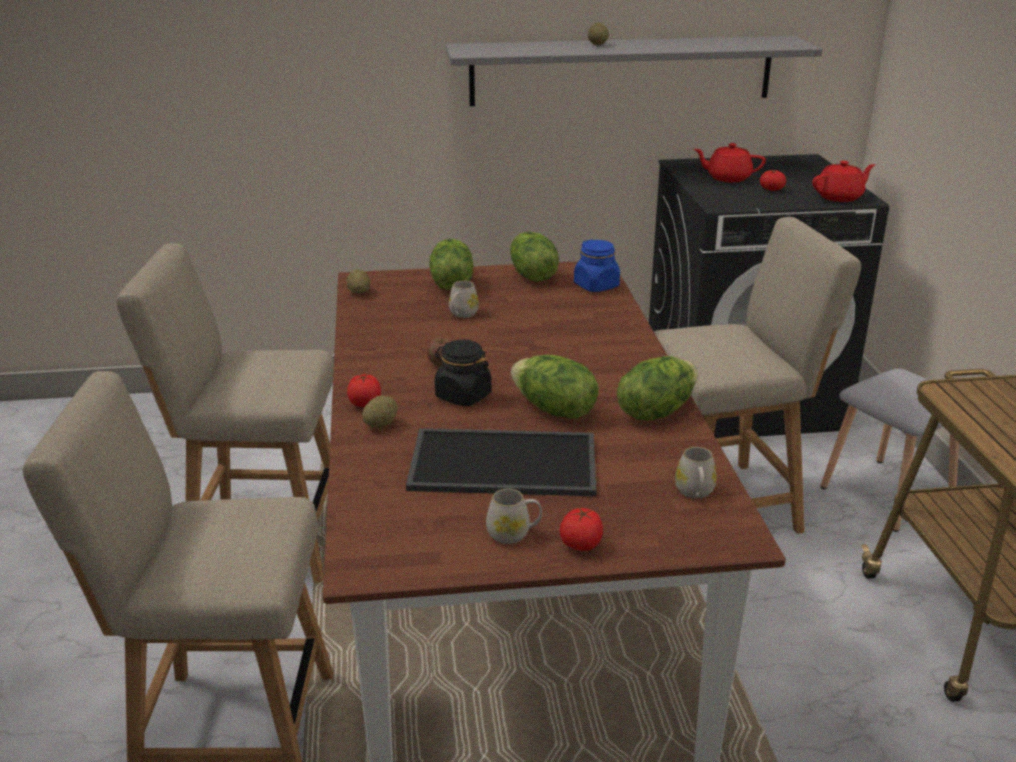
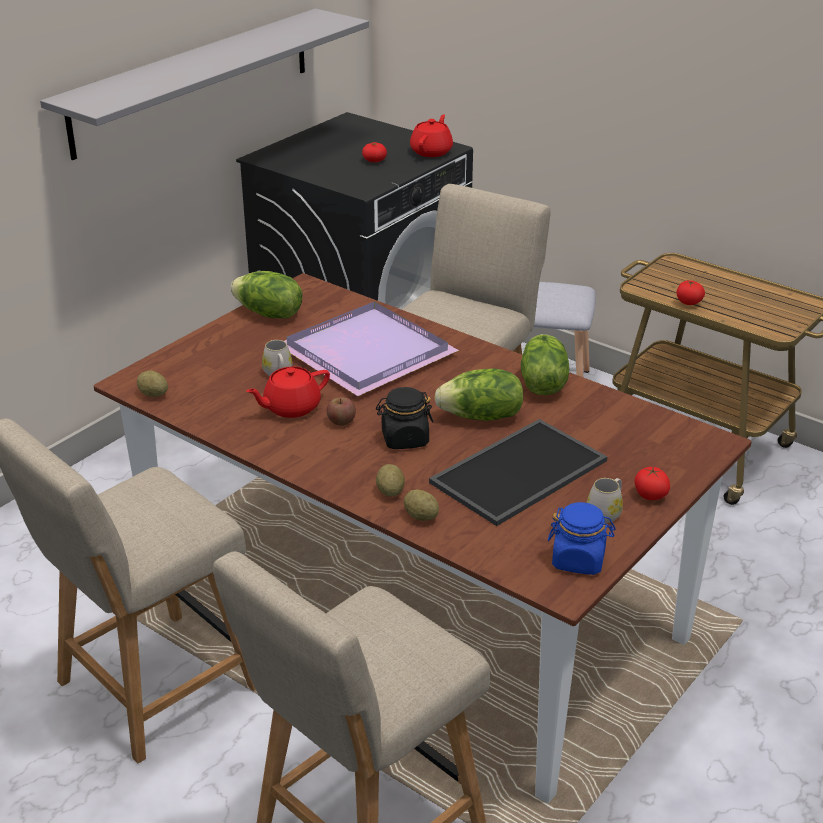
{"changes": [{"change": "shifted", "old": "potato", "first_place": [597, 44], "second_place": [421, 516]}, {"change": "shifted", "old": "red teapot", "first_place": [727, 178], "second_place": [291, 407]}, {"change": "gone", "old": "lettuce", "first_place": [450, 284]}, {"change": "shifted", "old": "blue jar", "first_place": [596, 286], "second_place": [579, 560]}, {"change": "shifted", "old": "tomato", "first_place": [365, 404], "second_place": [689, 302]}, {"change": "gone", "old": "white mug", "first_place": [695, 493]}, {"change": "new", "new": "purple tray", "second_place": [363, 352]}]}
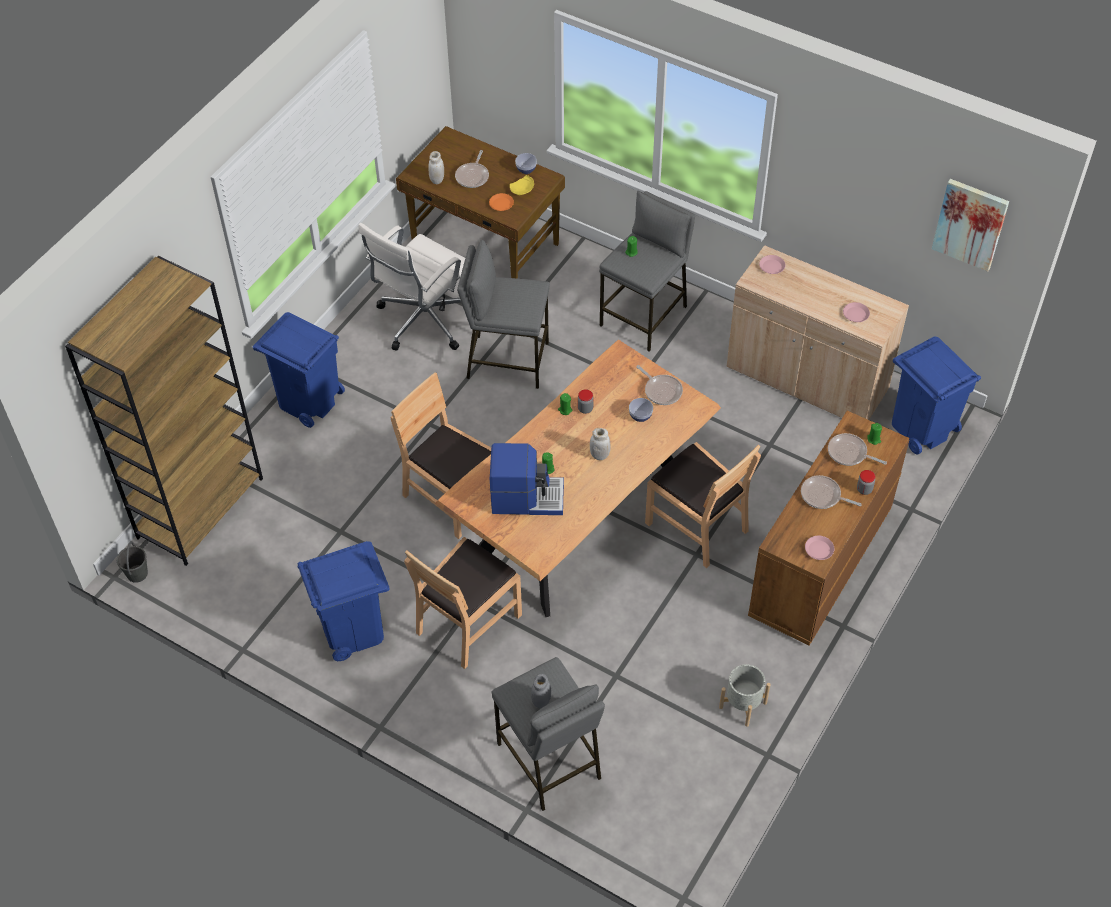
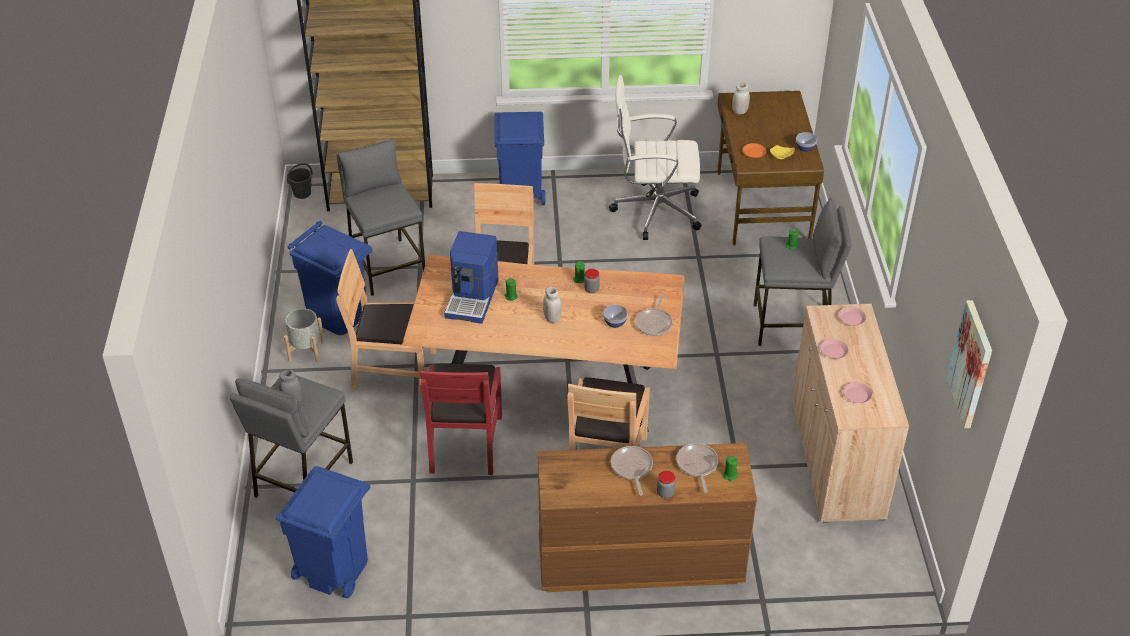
{"changes": [{"change": "gone", "old": "frying pan", "first_place": [473, 176]}, {"change": "shifted", "old": "grey stool", "first_place": [507, 360], "second_place": [387, 266]}, {"change": "shifted", "old": "blue trash can", "first_place": [921, 428], "second_place": [333, 569]}, {"change": "rotated", "old": "coffee machine", "first_place": [527, 497], "second_place": [473, 298], "degrees": 45}, {"change": "shifted", "old": "pink plate", "first_place": [819, 549], "second_place": [833, 351]}, {"change": "shifted", "old": "grey planter", "first_place": [743, 705], "second_place": [306, 351]}, {"change": "new", "new": "red chair", "second_place": [464, 443]}]}
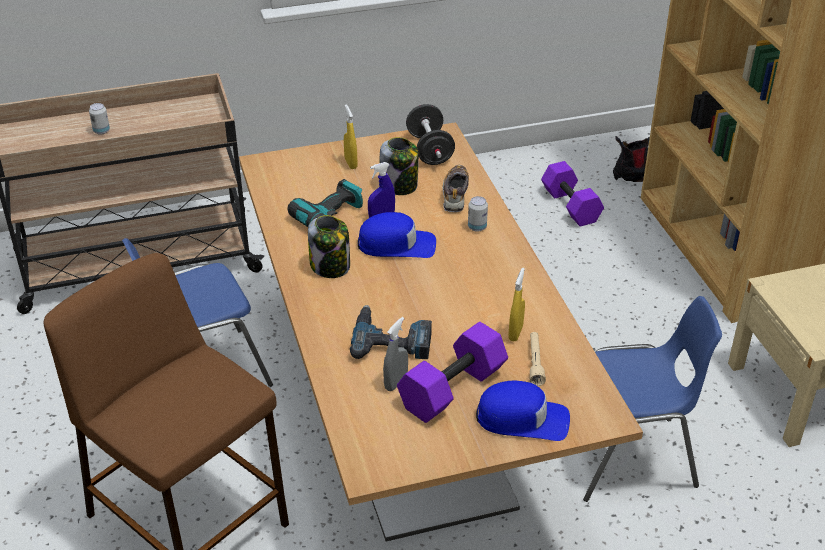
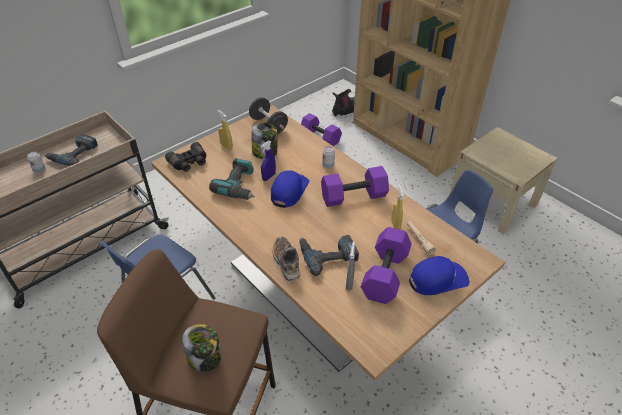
{"changes": [{"change": "shifted", "old": "shoe", "first_place": [455, 195], "second_place": [286, 262]}, {"change": "rotated", "old": "blue cap", "first_place": [397, 244], "second_place": [289, 190], "degrees": -45}, {"change": "shifted", "old": "jar", "first_place": [330, 266], "second_place": [205, 358]}, {"change": "new", "new": "power drill", "second_place": [73, 154]}, {"change": "new", "new": "black binoculars", "second_place": [189, 163]}, {"change": "new", "new": "purple dumbbell", "second_place": [353, 197]}]}
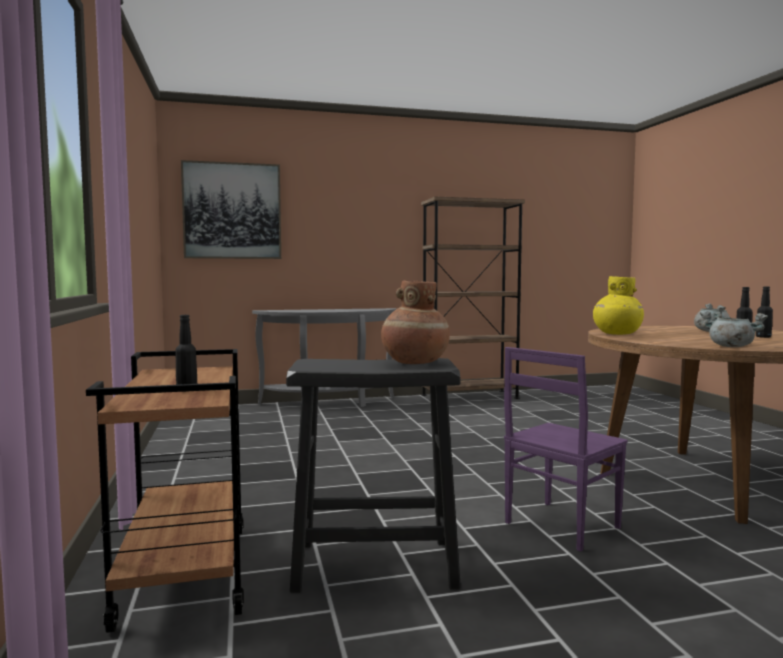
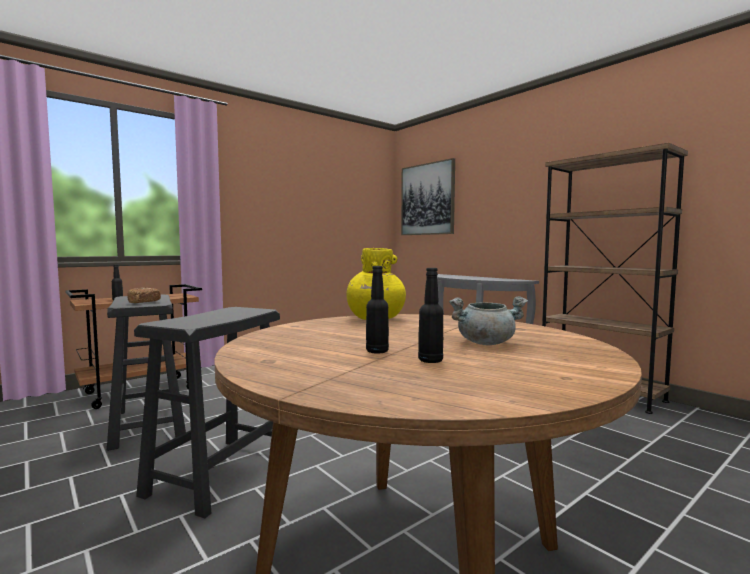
{"changes": [{"change": "swapped", "old": "brown vase", "new": "bread", "first_place": [414, 362], "second_place": [144, 302]}, {"change": "gone", "old": "grey cooking pot", "first_place": [730, 346]}, {"change": "swapped", "old": "purple chair", "new": "black stool", "first_place": [559, 525], "second_place": [220, 473]}]}
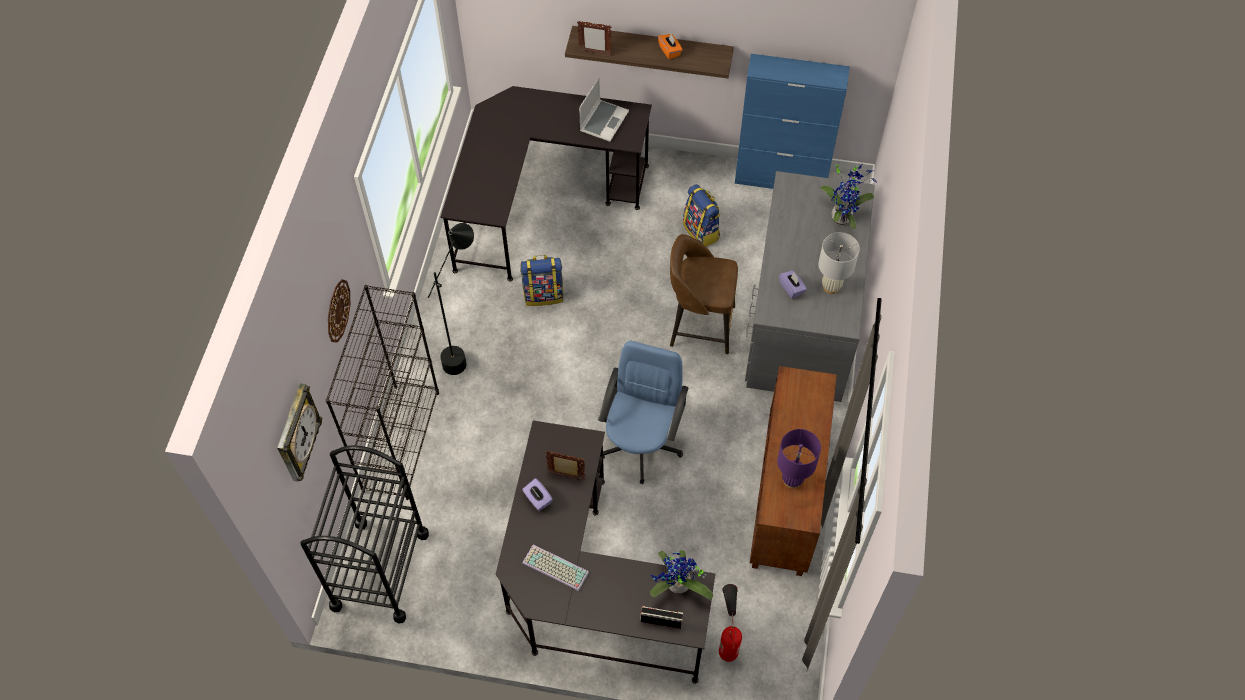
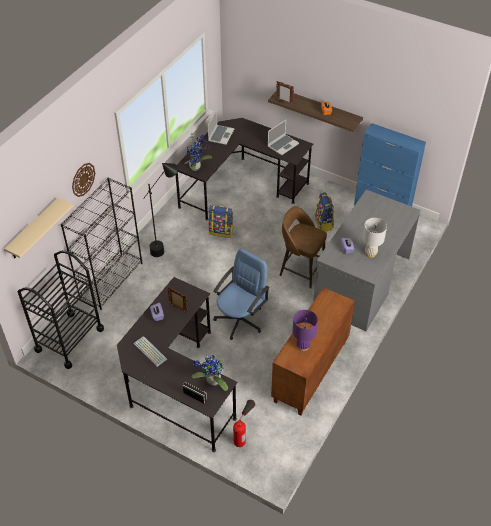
{"changes": [{"change": "shifted", "old": "potted plant", "first_place": [843, 217], "second_place": [196, 167]}, {"change": "swapped", "old": "wall clock", "new": "beige shelf", "first_place": [296, 434], "second_place": [33, 229]}, {"change": "new", "new": "laptop", "second_place": [220, 135]}]}
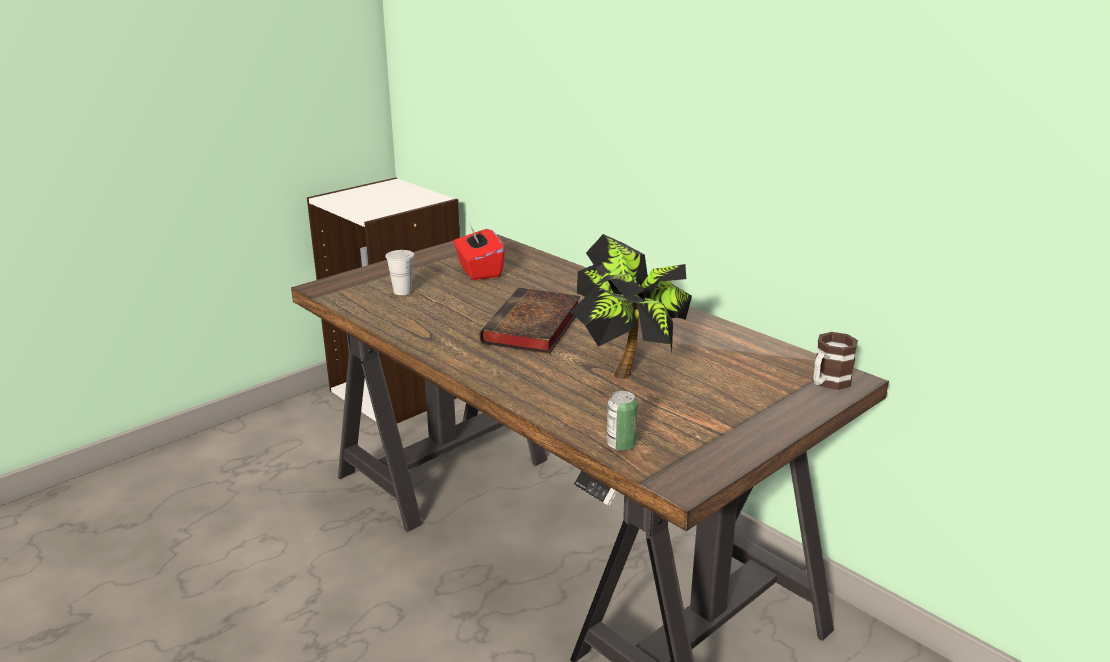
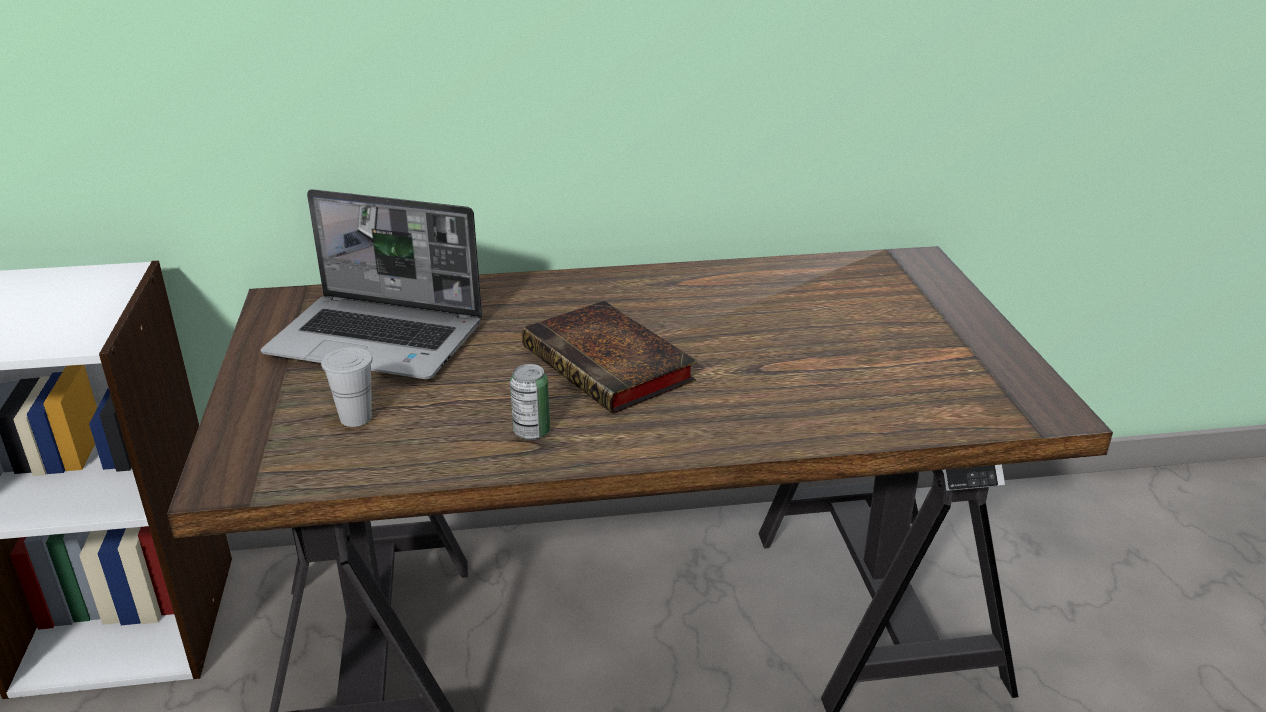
{"changes": [{"change": "swapped", "old": "red tissue box", "new": "laptop", "first_place": [479, 271], "second_place": [379, 340]}, {"change": "gone", "old": "potted plant", "first_place": [630, 367]}, {"change": "gone", "old": "mug", "first_place": [827, 383]}, {"change": "shifted", "old": "can", "first_place": [621, 445], "second_place": [531, 432]}]}
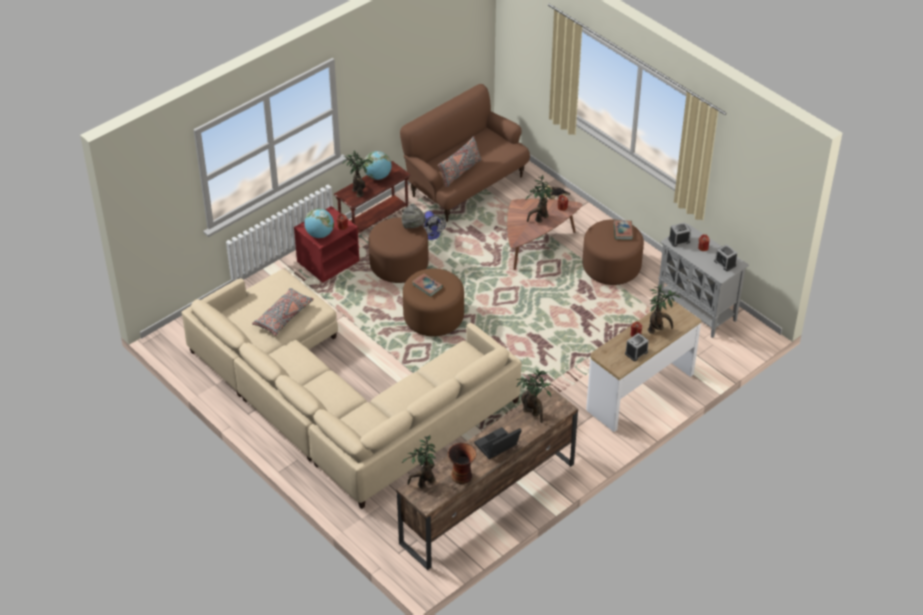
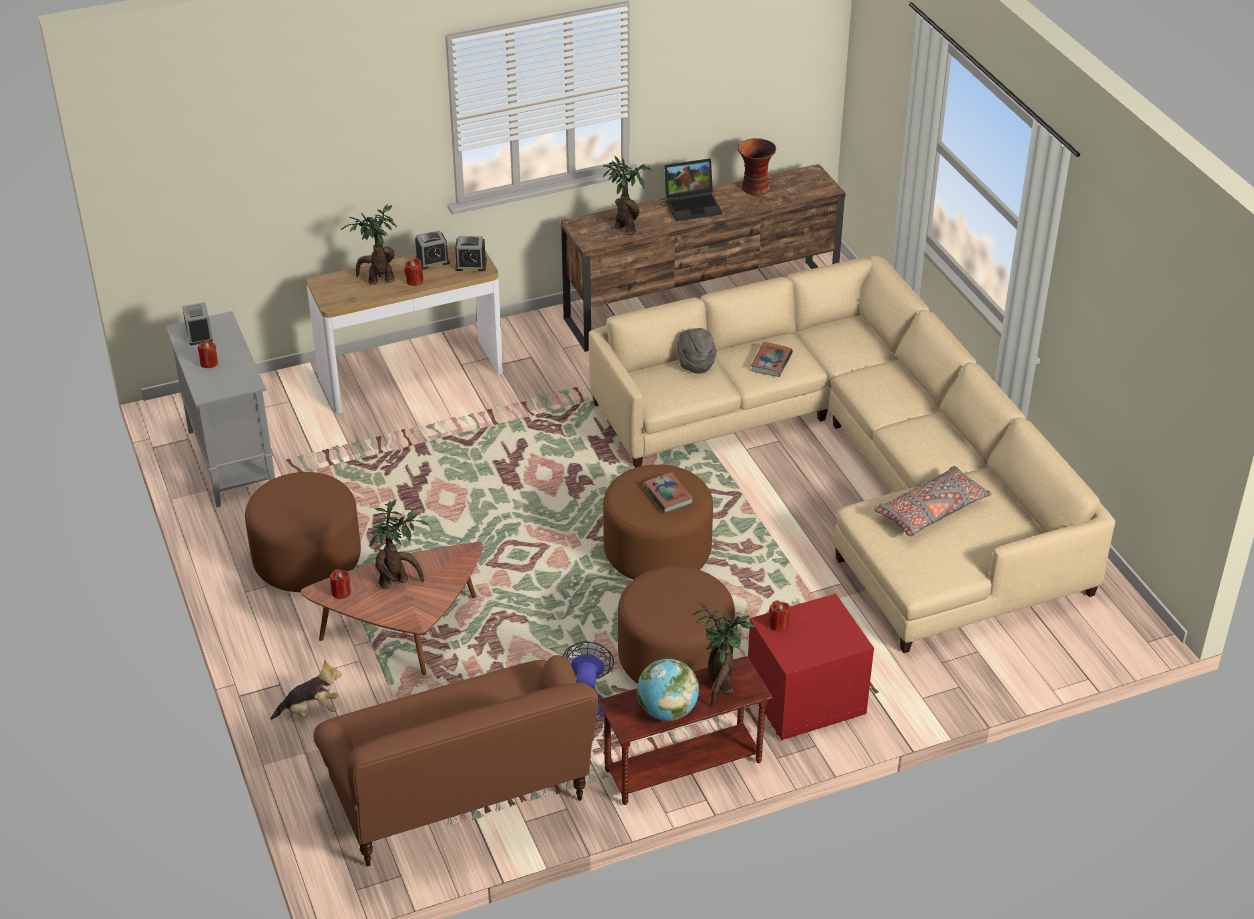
{"changes": [{"change": "gone", "old": "grey pillow", "first_place": [460, 172]}, {"change": "shifted", "old": "grey hat", "first_place": [413, 226], "second_place": [695, 364]}, {"change": "gone", "old": "globe", "first_place": [320, 234]}, {"change": "shifted", "old": "book", "first_place": [623, 231], "second_place": [771, 362]}, {"change": "shifted", "old": "alarm clock", "first_place": [679, 240], "second_place": [471, 265]}, {"change": "gone", "old": "potted plant", "first_place": [423, 483]}]}
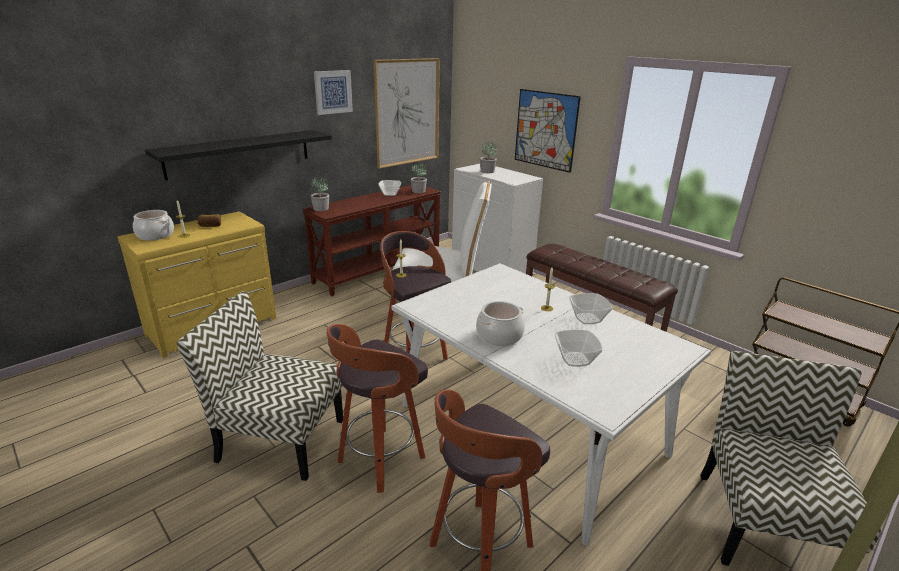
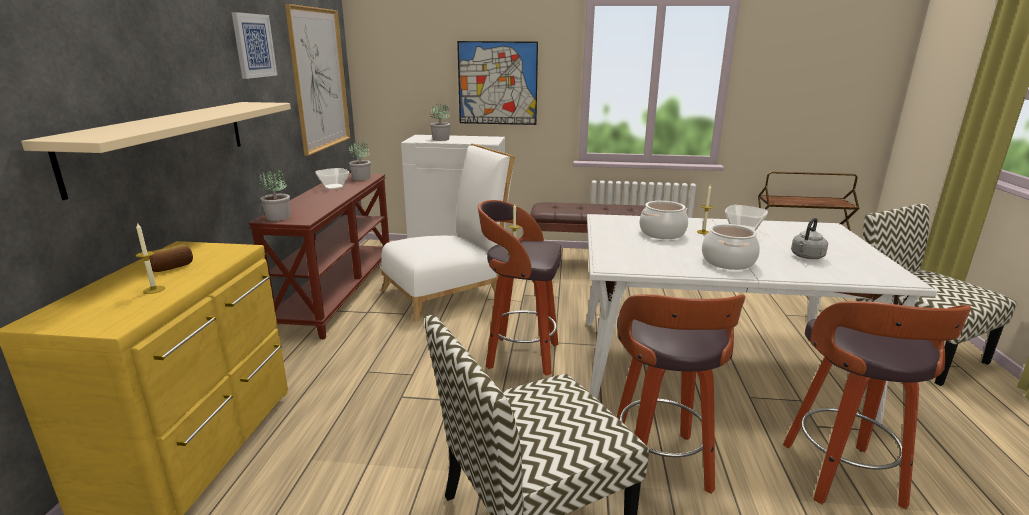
{"changes": [{"change": "repainted", "old": "black shelf", "new": "beige shelf", "first_place": [239, 153], "second_place": [163, 142]}, {"change": "shifted", "old": "cooking pot", "first_place": [156, 235], "second_place": [662, 233]}, {"change": "swapped", "old": "bowl", "new": "grey kettle", "first_place": [575, 360], "second_place": [806, 257]}]}
